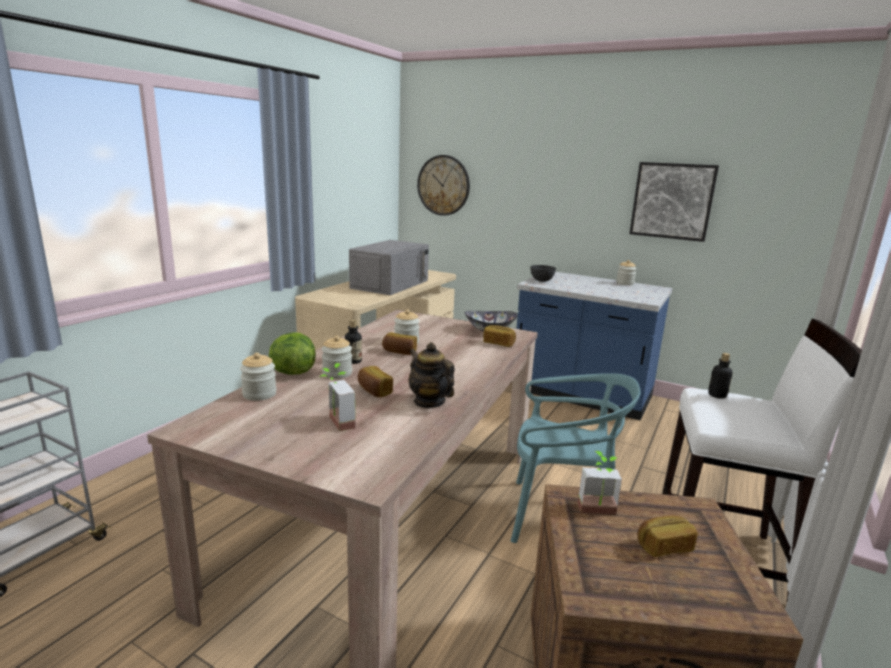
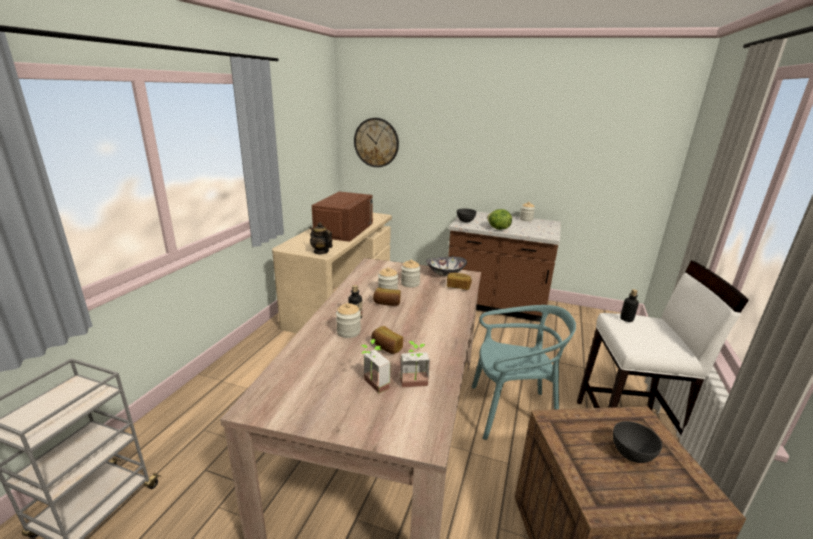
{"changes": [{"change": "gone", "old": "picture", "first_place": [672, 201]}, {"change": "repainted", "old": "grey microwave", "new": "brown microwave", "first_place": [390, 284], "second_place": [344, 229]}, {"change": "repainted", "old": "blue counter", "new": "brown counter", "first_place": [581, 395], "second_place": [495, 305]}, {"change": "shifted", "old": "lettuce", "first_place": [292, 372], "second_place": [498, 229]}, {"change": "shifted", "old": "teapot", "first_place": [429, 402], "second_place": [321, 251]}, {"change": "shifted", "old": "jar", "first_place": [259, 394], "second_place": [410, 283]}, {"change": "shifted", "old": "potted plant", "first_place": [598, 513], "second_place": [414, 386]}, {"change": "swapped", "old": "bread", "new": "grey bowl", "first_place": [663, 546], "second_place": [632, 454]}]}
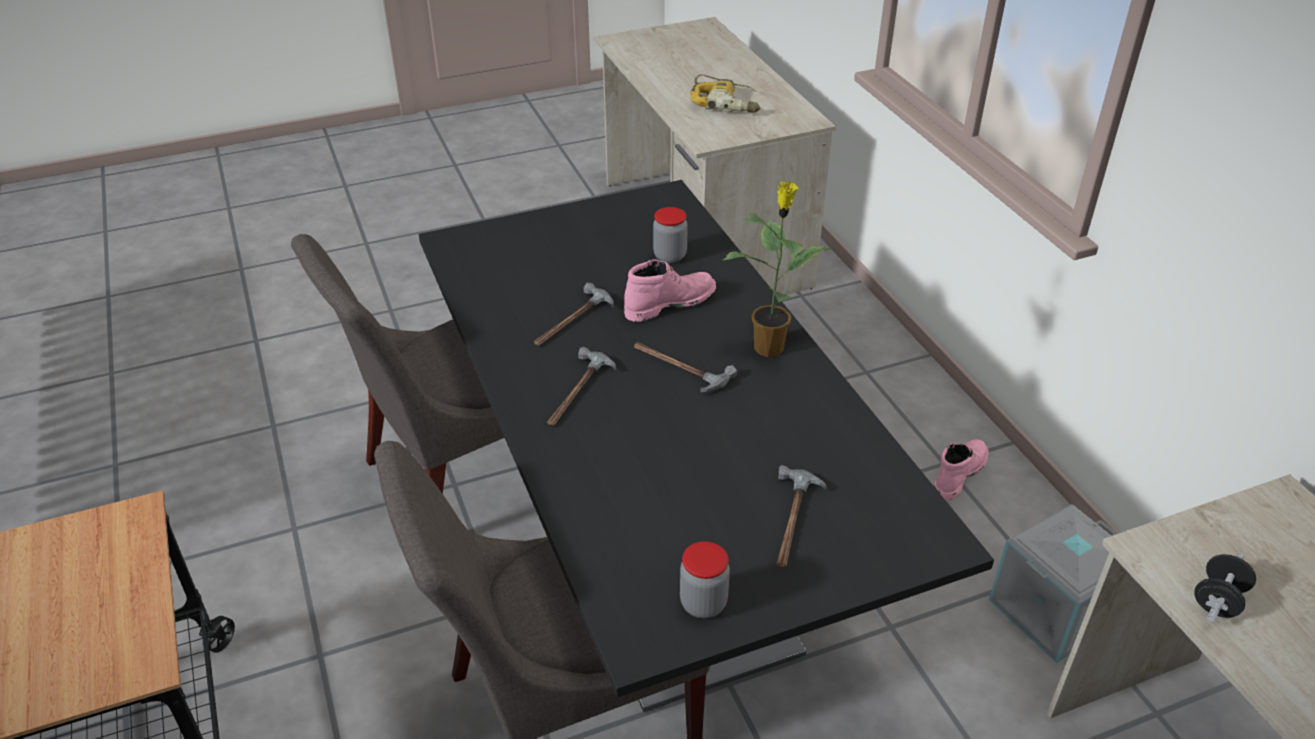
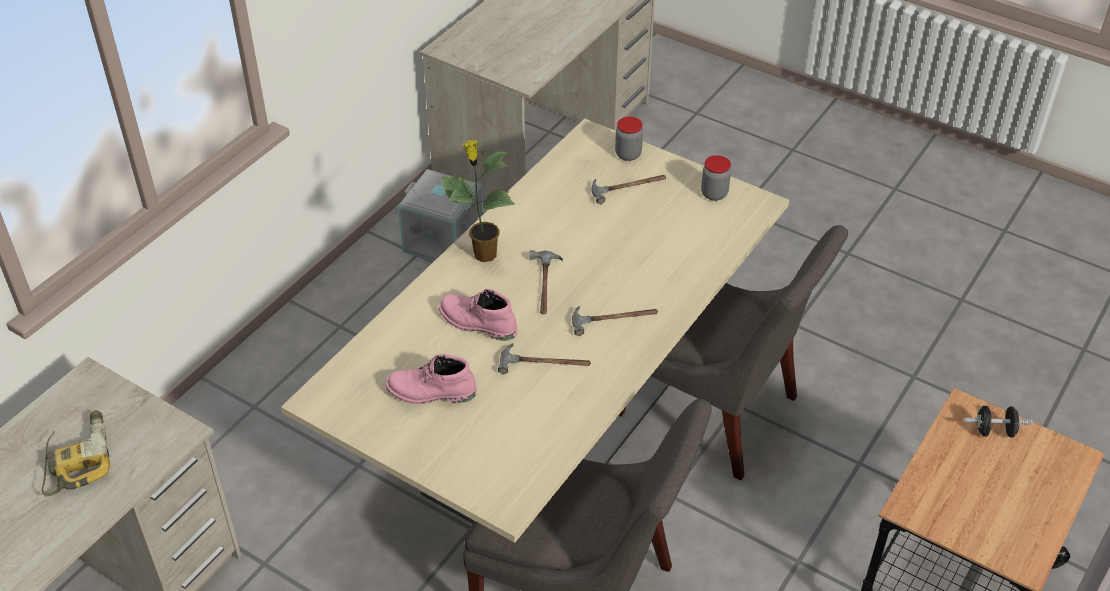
{"changes": [{"change": "repainted", "old": "black dining table", "new": "beige dining table", "first_place": [657, 553], "second_place": [554, 434]}, {"change": "shifted", "old": "jar", "first_place": [670, 256], "second_place": [628, 154]}, {"change": "shifted", "old": "pink boot", "first_place": [958, 473], "second_place": [431, 393]}, {"change": "shifted", "old": "black dumbbell", "first_place": [1217, 600], "second_place": [994, 431]}]}
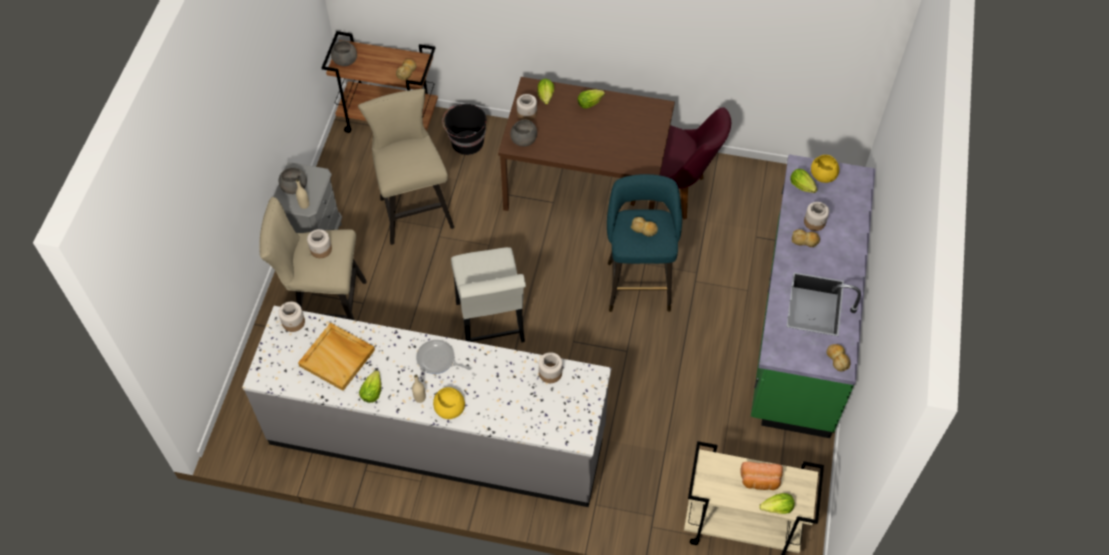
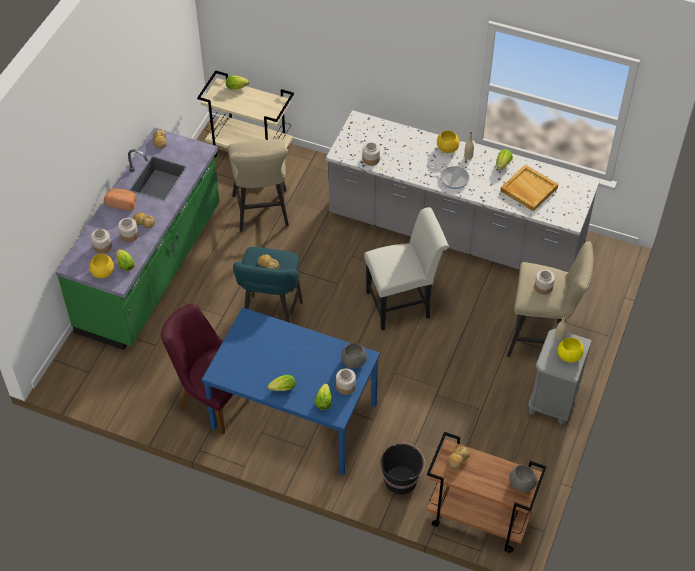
{"changes": [{"change": "repainted", "old": "brown dining table", "new": "blue dining table", "first_place": [586, 185], "second_place": [293, 416]}, {"change": "shifted", "old": "beige stool", "first_place": [413, 209], "second_place": [262, 214]}, {"change": "repainted", "old": "grey bowl", "new": "yellow bowl", "first_place": [295, 186], "second_place": [568, 355]}, {"change": "rotated", "old": "white chair", "first_place": [491, 327], "second_place": [403, 304], "degrees": 75}, {"change": "shifted", "old": "jar", "first_place": [293, 322], "second_place": [102, 246]}, {"change": "shifted", "old": "bread", "first_place": [760, 481], "second_place": [122, 203]}]}
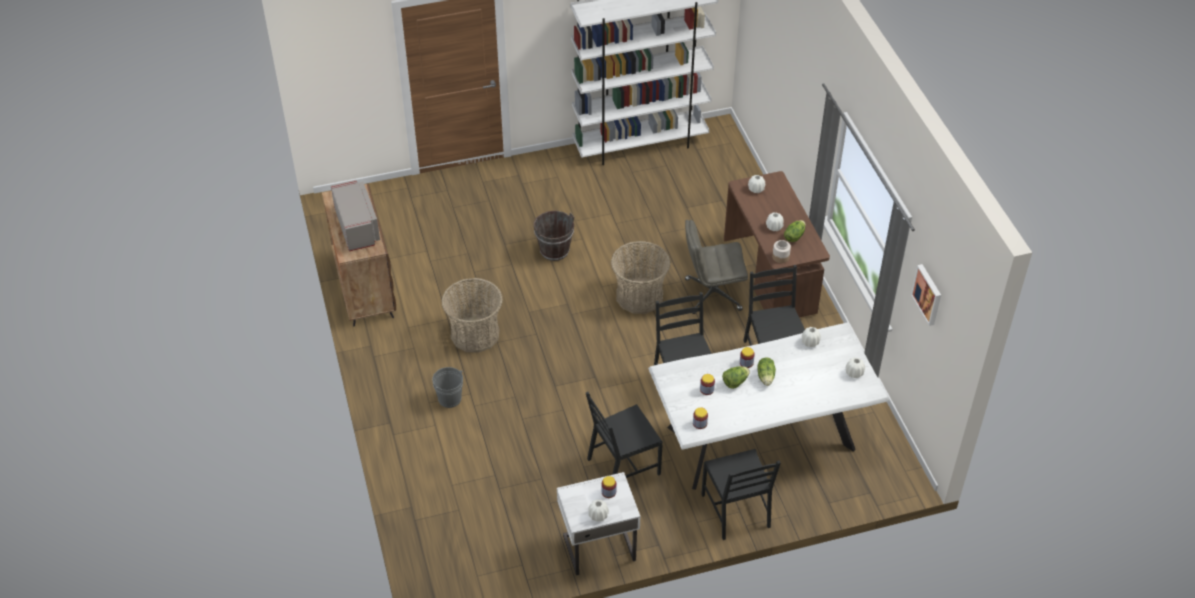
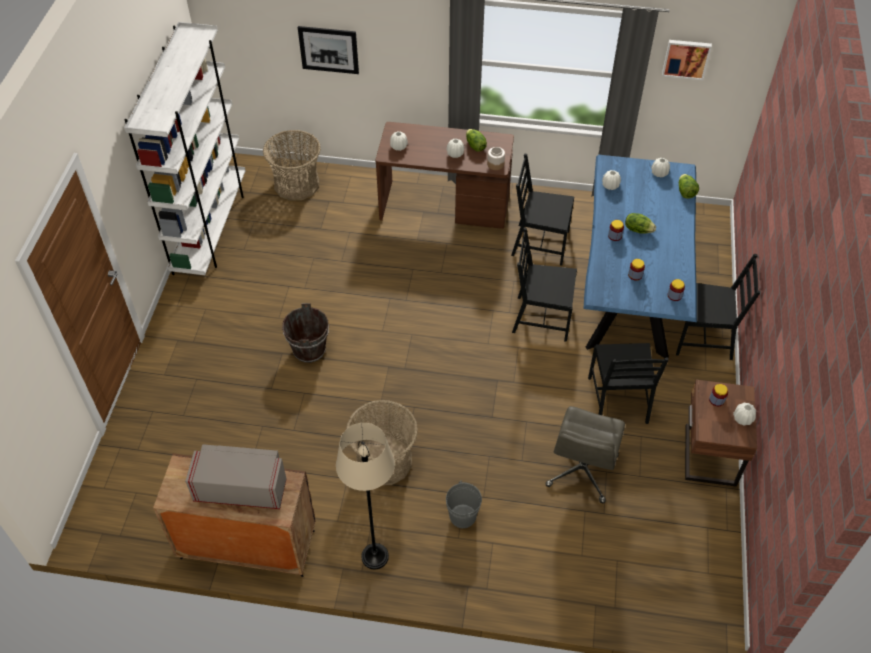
{"changes": [{"change": "shifted", "old": "grey office chair", "first_place": [712, 294], "second_place": [582, 471]}, {"change": "shifted", "old": "basket", "first_place": [639, 296], "second_place": [296, 184]}, {"change": "repainted", "old": "white dining table", "new": "blue dining table", "first_place": [760, 438], "second_place": [630, 289]}, {"change": "shifted", "old": "lettuce", "first_place": [735, 382], "second_place": [685, 192]}, {"change": "repainted", "old": "white nightstand", "new": "brown nightstand", "first_place": [598, 547], "second_place": [707, 456]}, {"change": "new", "new": "picture", "second_place": [328, 49]}, {"change": "new", "new": "beige floor lamp", "second_place": [375, 556]}]}
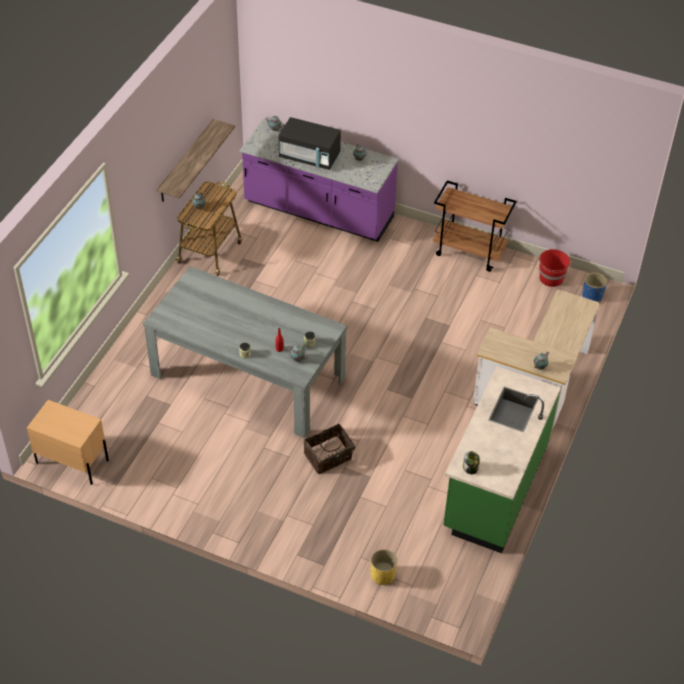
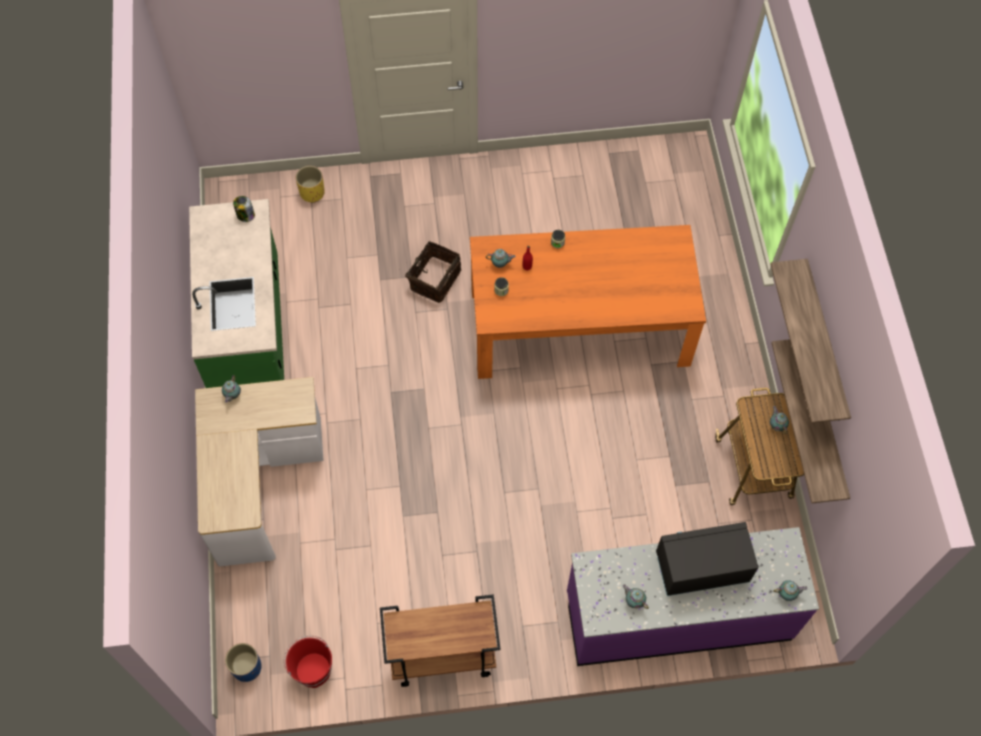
{"changes": [{"change": "repainted", "old": "grey dining table", "new": "orange dining table", "first_place": [247, 376], "second_place": [579, 326]}, {"change": "gone", "old": "beige nightstand", "first_place": [72, 461]}, {"change": "new", "new": "shelf", "second_place": [824, 343]}]}
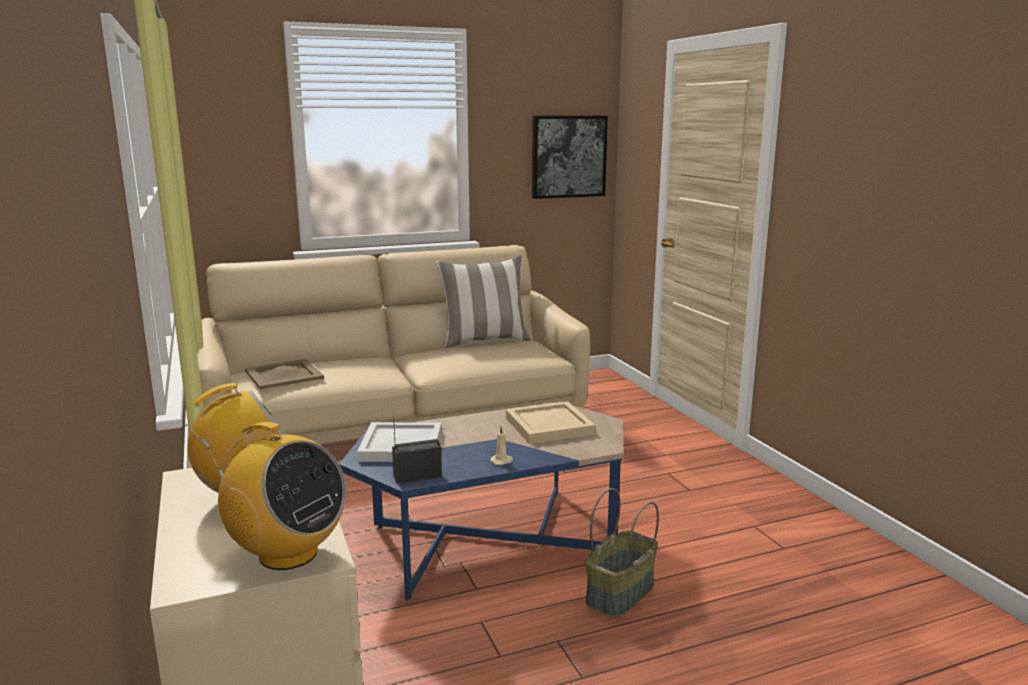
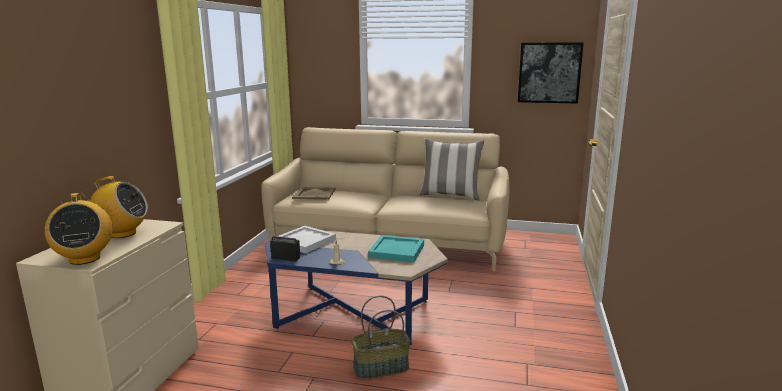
{"changes": [{"change": "repainted", "old": "beige tray", "new": "turquoise tray", "first_place": [547, 425], "second_place": [396, 250]}]}
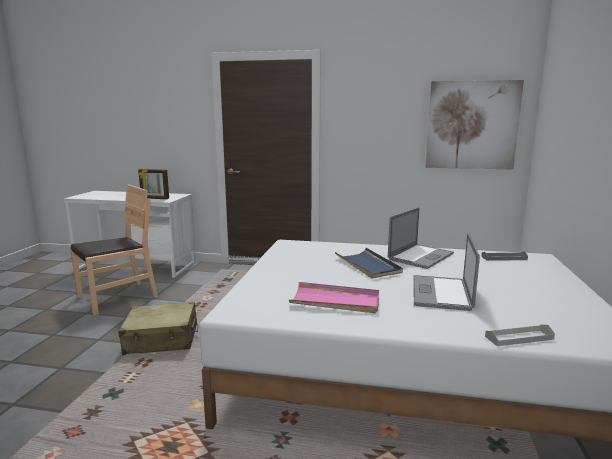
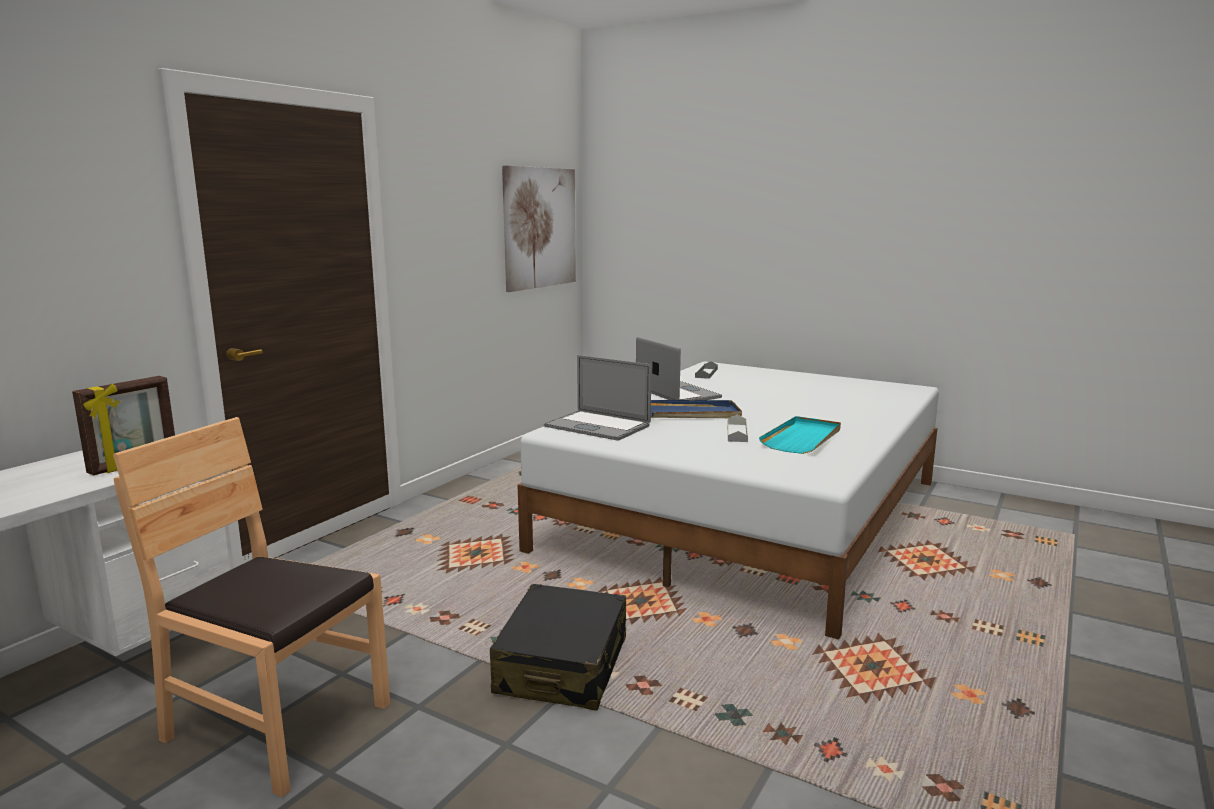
{"changes": [{"change": "rotated", "old": "brown chair", "first_place": [117, 297], "second_place": [276, 724], "degrees": -45}, {"change": "shifted", "old": "laptop", "first_place": [441, 293], "second_place": [597, 426]}, {"change": "repainted", "old": "pink tray", "new": "turquoise tray", "first_place": [335, 301], "second_place": [802, 438]}, {"change": "repainted", "old": "beige suitcase", "new": "black suitcase", "first_place": [162, 339], "second_place": [563, 666]}, {"change": "shifted", "old": "grey tray", "first_place": [519, 338], "second_place": [737, 432]}]}
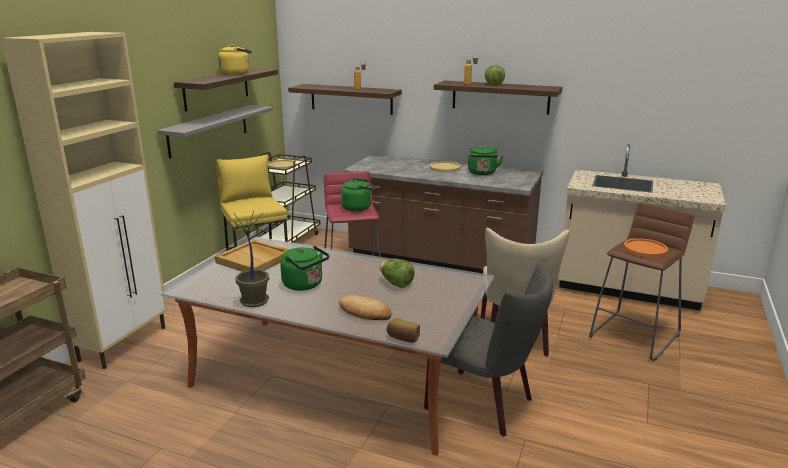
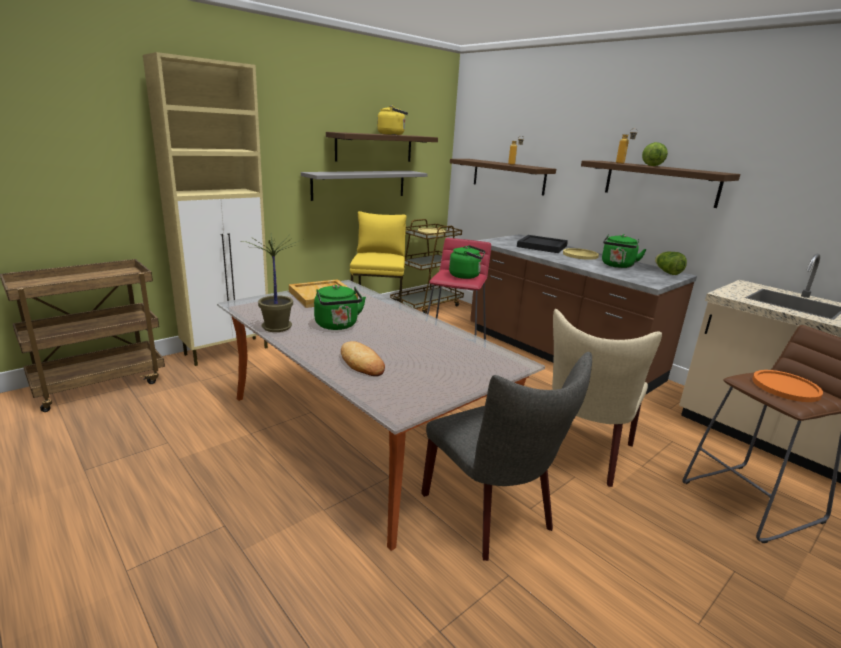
{"changes": [{"change": "shifted", "old": "lettuce", "first_place": [396, 283], "second_place": [667, 272]}, {"change": "gone", "old": "bread", "first_place": [403, 338]}, {"change": "new", "new": "black tray", "second_place": [541, 246]}]}
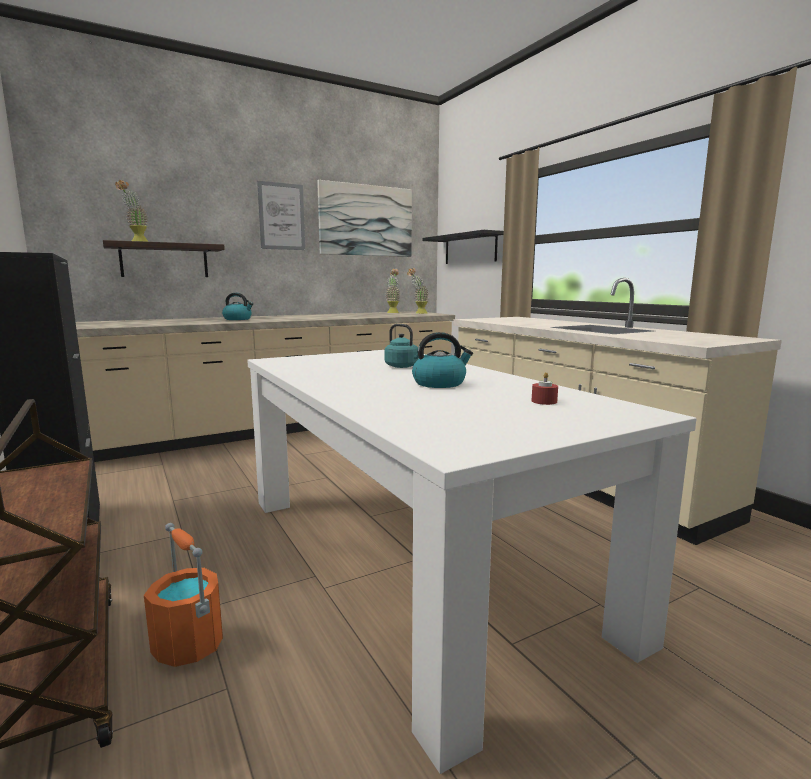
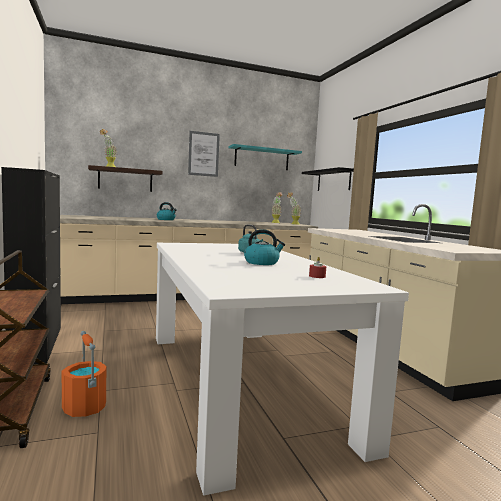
{"changes": [{"change": "swapped", "old": "picture", "new": "turquoise shelf", "first_place": [366, 220], "second_place": [262, 158]}]}
